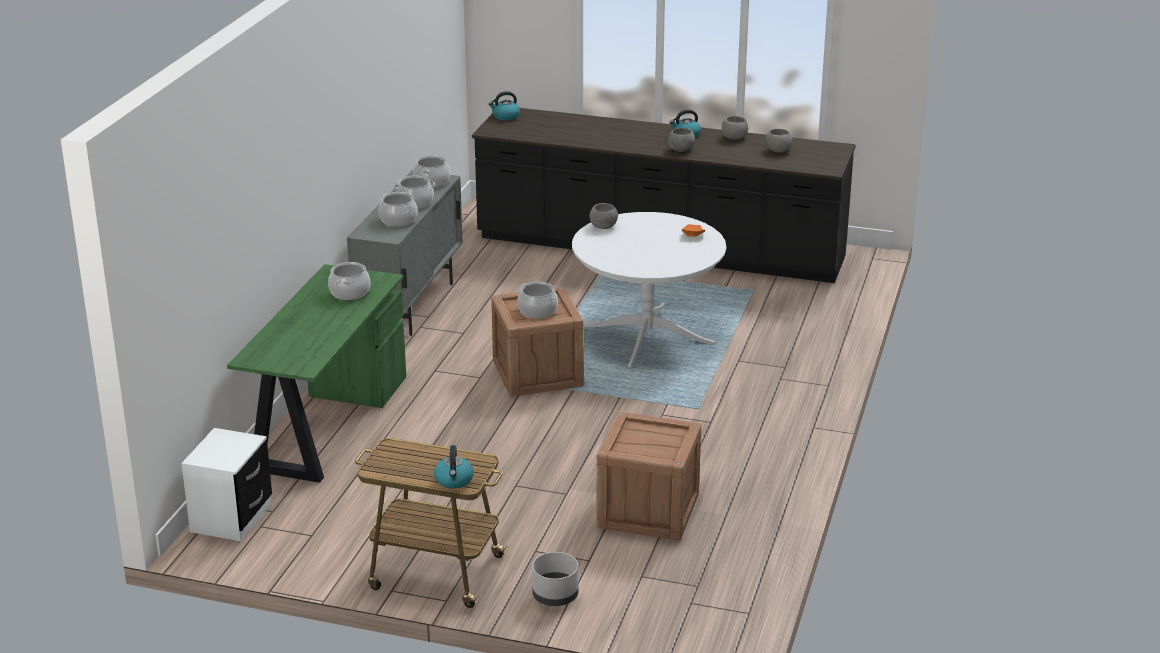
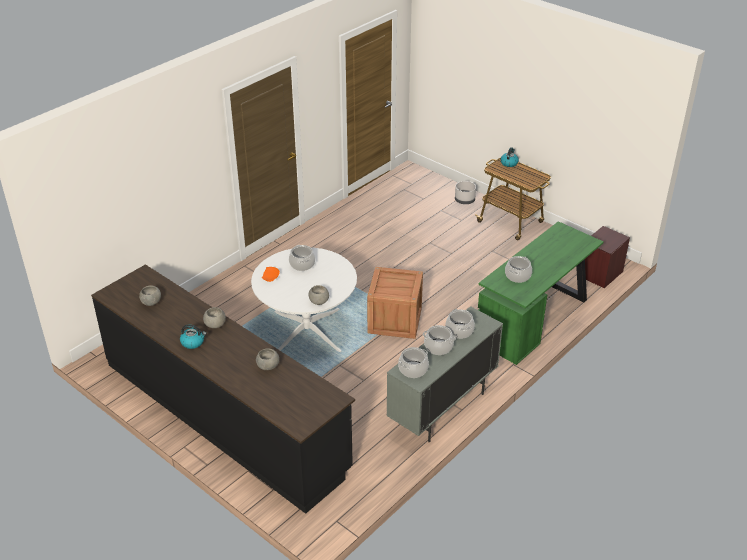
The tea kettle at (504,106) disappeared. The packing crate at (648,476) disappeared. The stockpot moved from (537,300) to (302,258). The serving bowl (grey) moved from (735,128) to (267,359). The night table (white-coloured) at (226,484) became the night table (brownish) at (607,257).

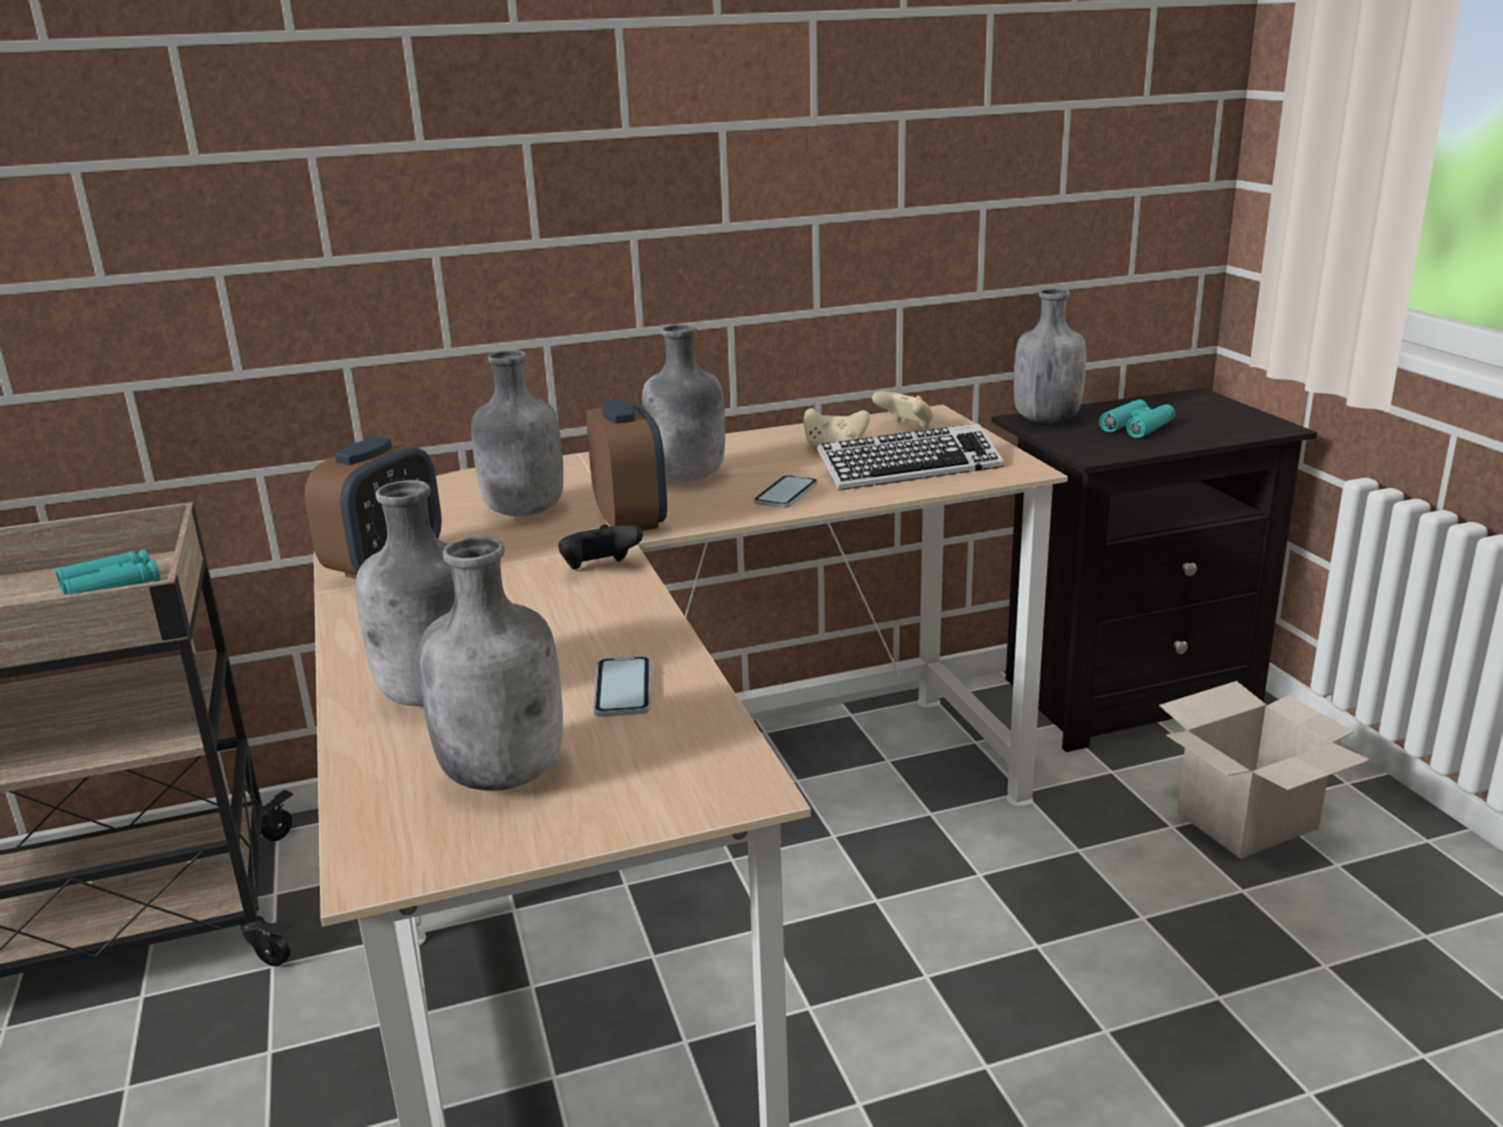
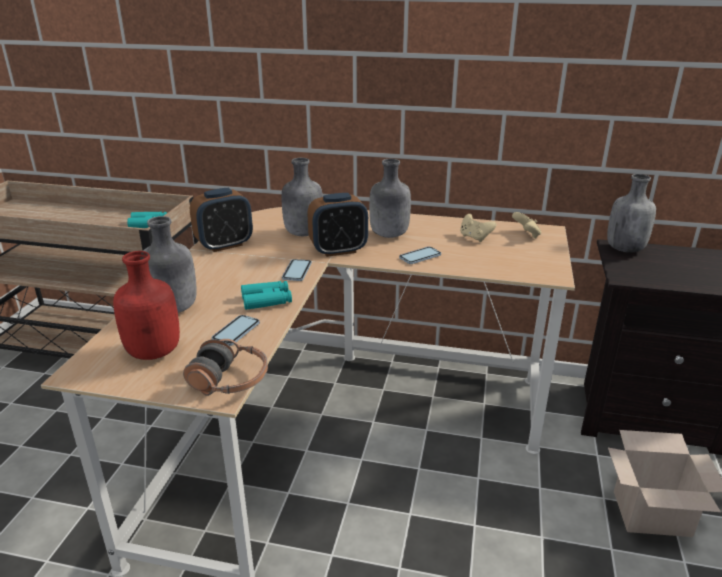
The PC keyboard at (910,457) disappeared. The headphones at (225,367) appeared. The binoculars (turquoise) moved from (1137,418) to (266,295). The joypad (black-coloured) at (600,547) was replaced by the phone at (297,270). The bottle (grey) at (490,663) became the bottle (red-coloured) at (146,305). The bedside clock at (626,465) turned 60 degrees clockwise.

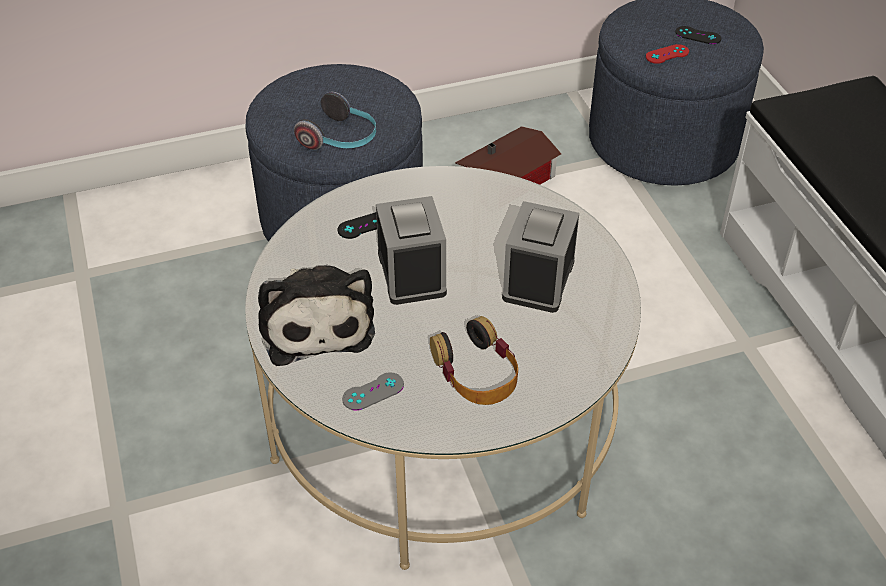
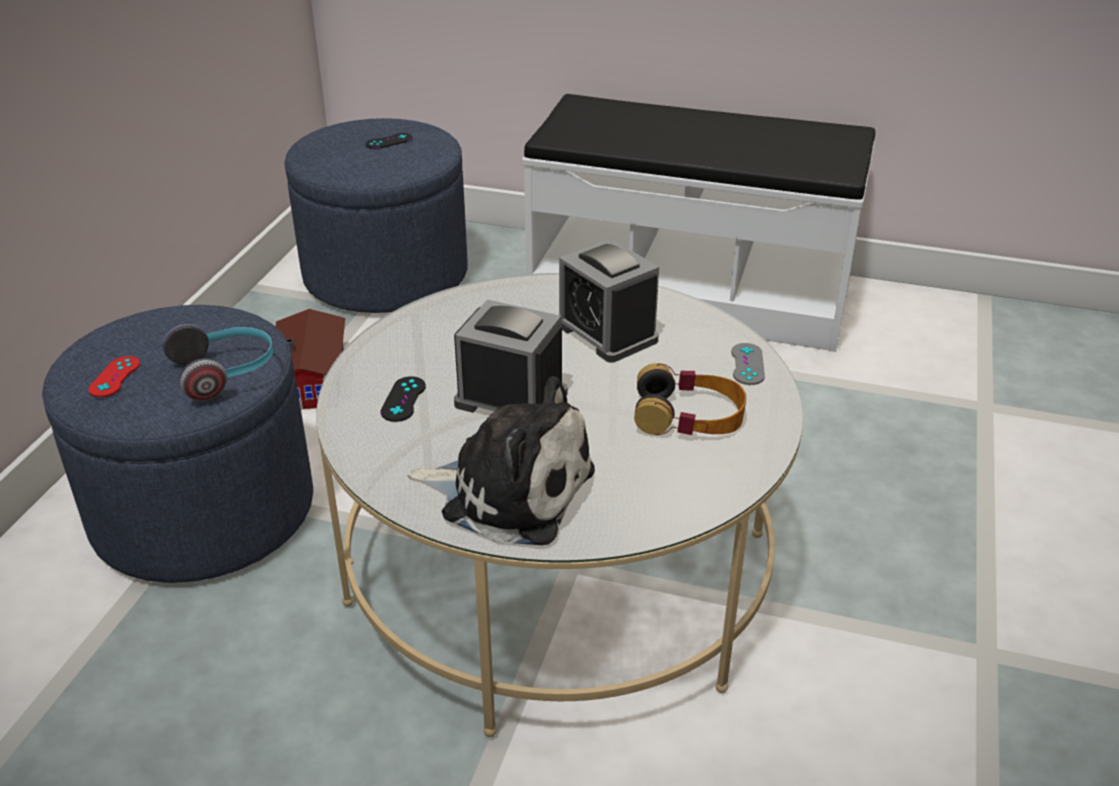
The joypad (grey) moved from (373,391) to (748,364). The joypad (red-coloured) moved from (667,54) to (114,376).

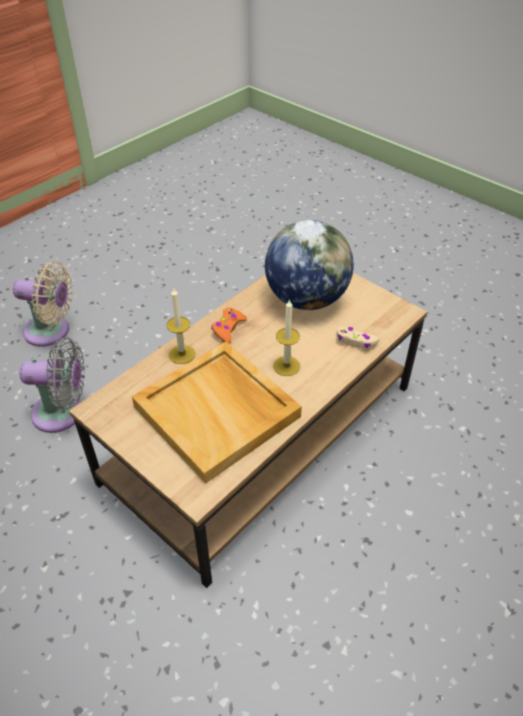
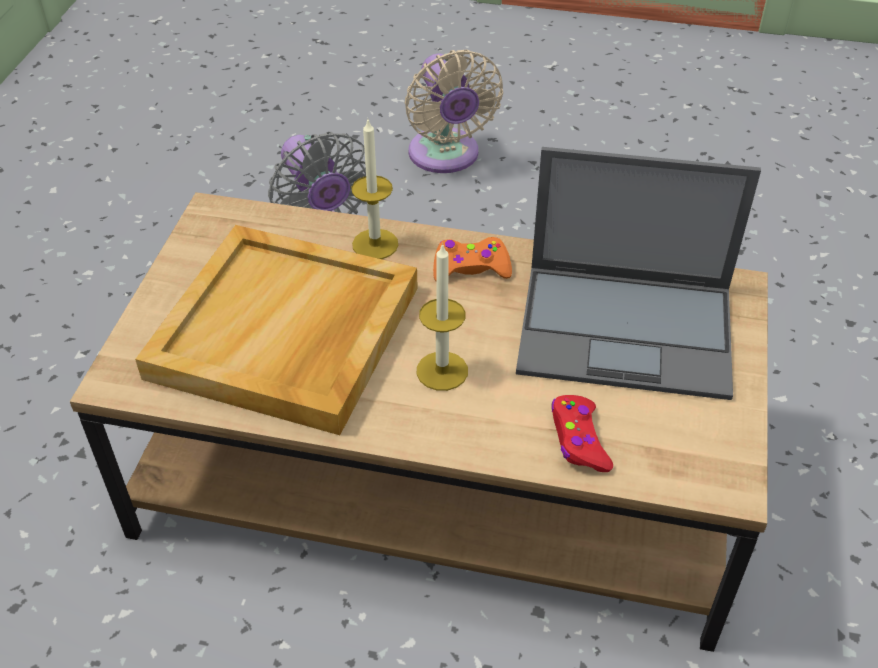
The desk globe at (309,265) was replaced by the portable computer at (638,273). The joypad (beige) at (358,337) became the joypad (red-coloured) at (582,433).

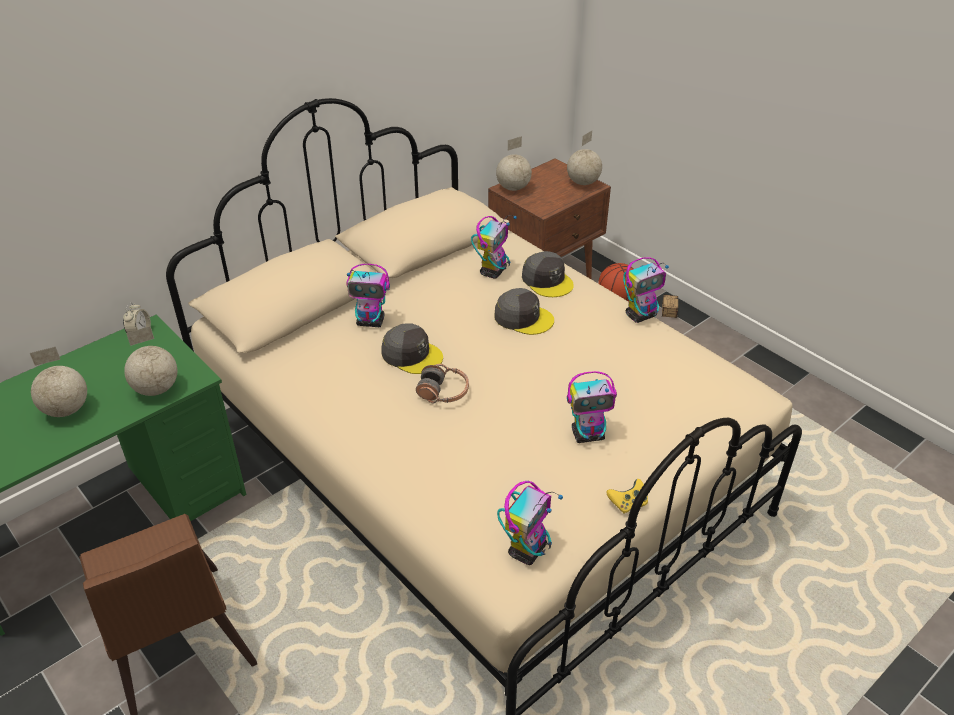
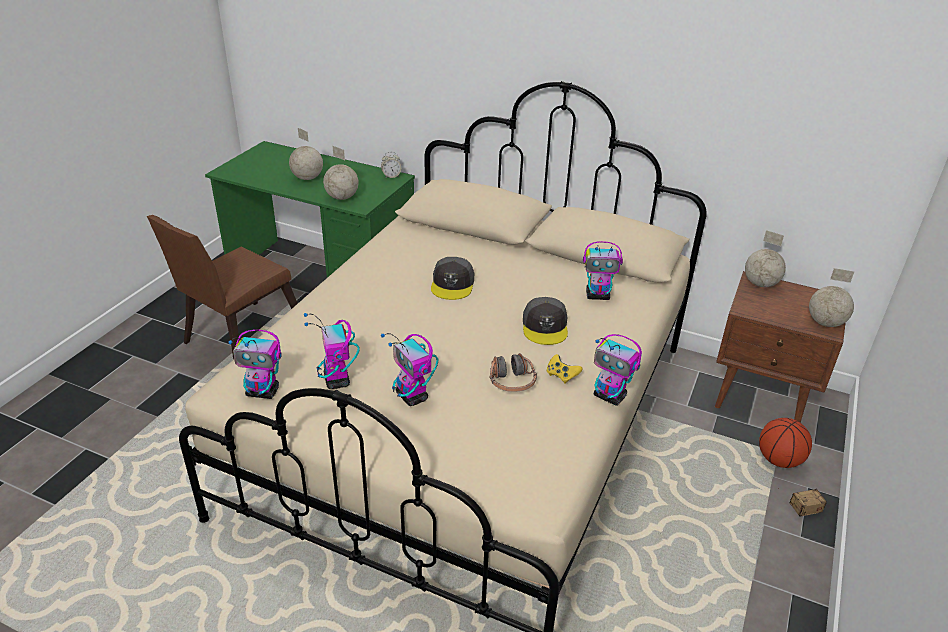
The baseball cap (grey) at (548,274) disappeared. The robot figure moved from (368,295) to (332,351). The headphones moved from (442,383) to (513,372). The joypad (yellowish) moved from (627,496) to (564,369).

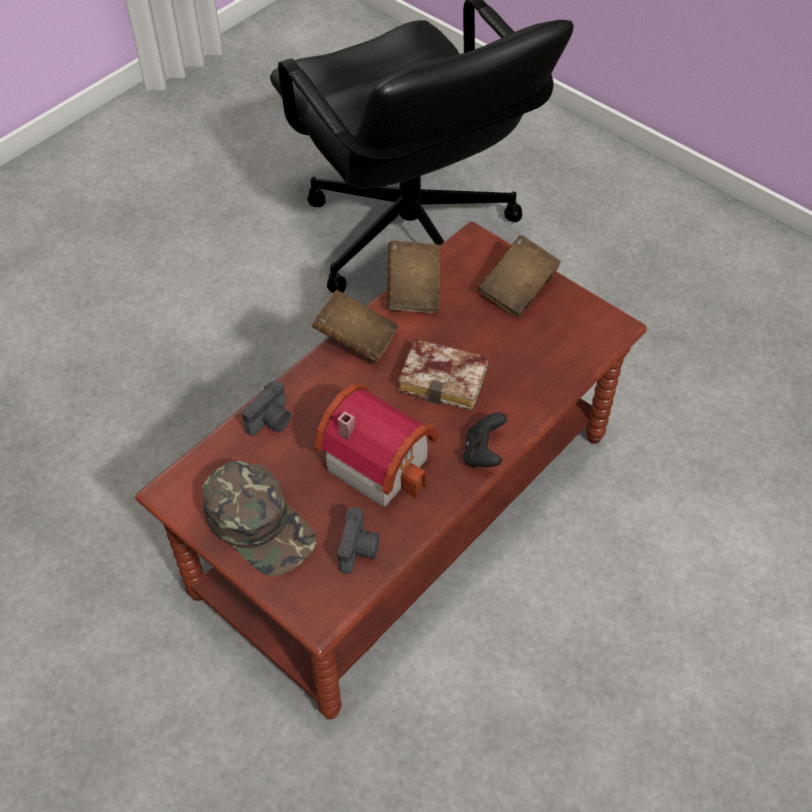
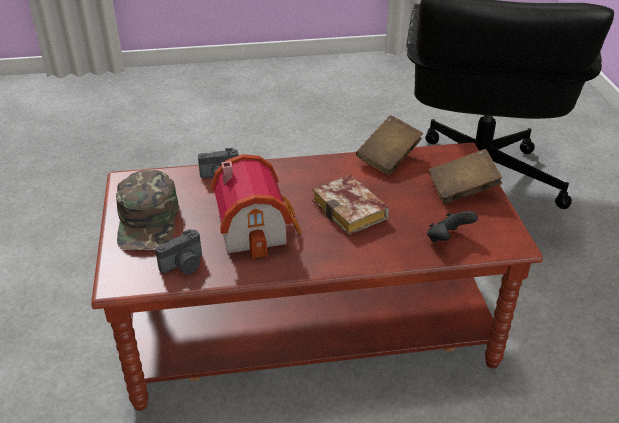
The volume (brownish) at (355,327) disappeared. The joypad (black-coloured) moved from (485,440) to (452,226).

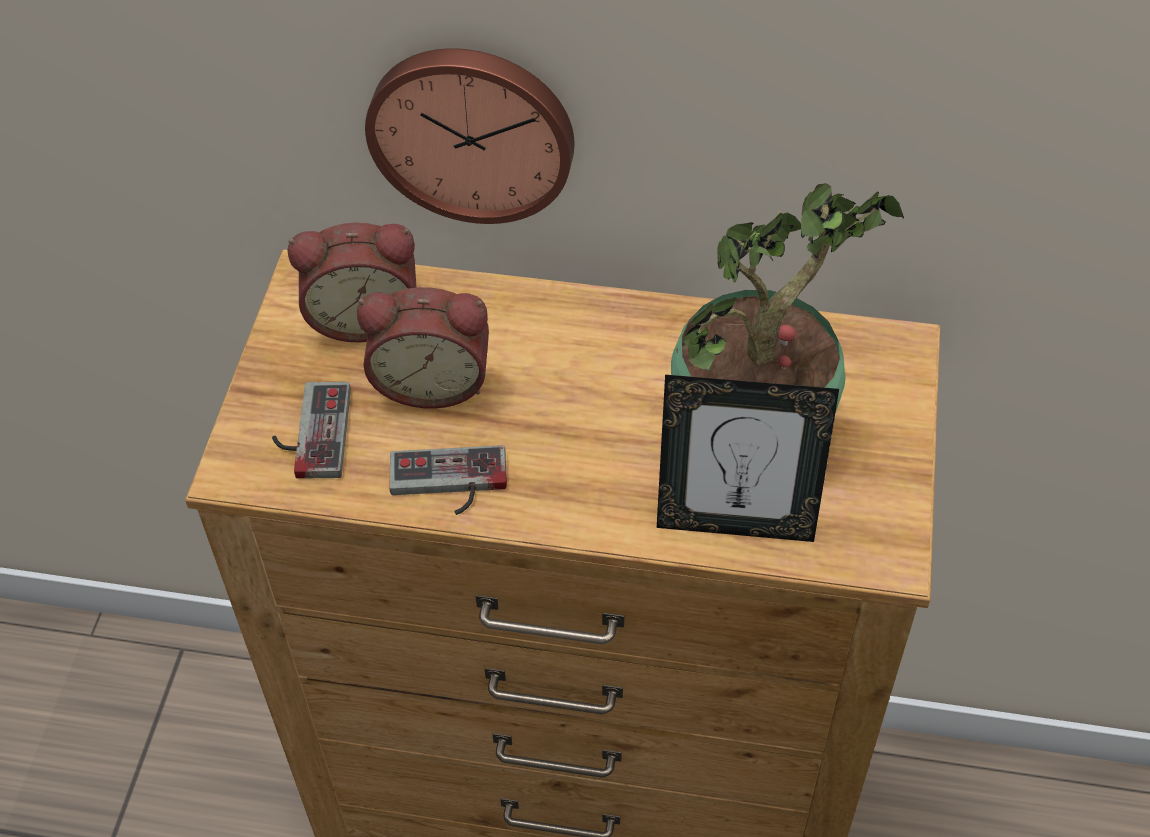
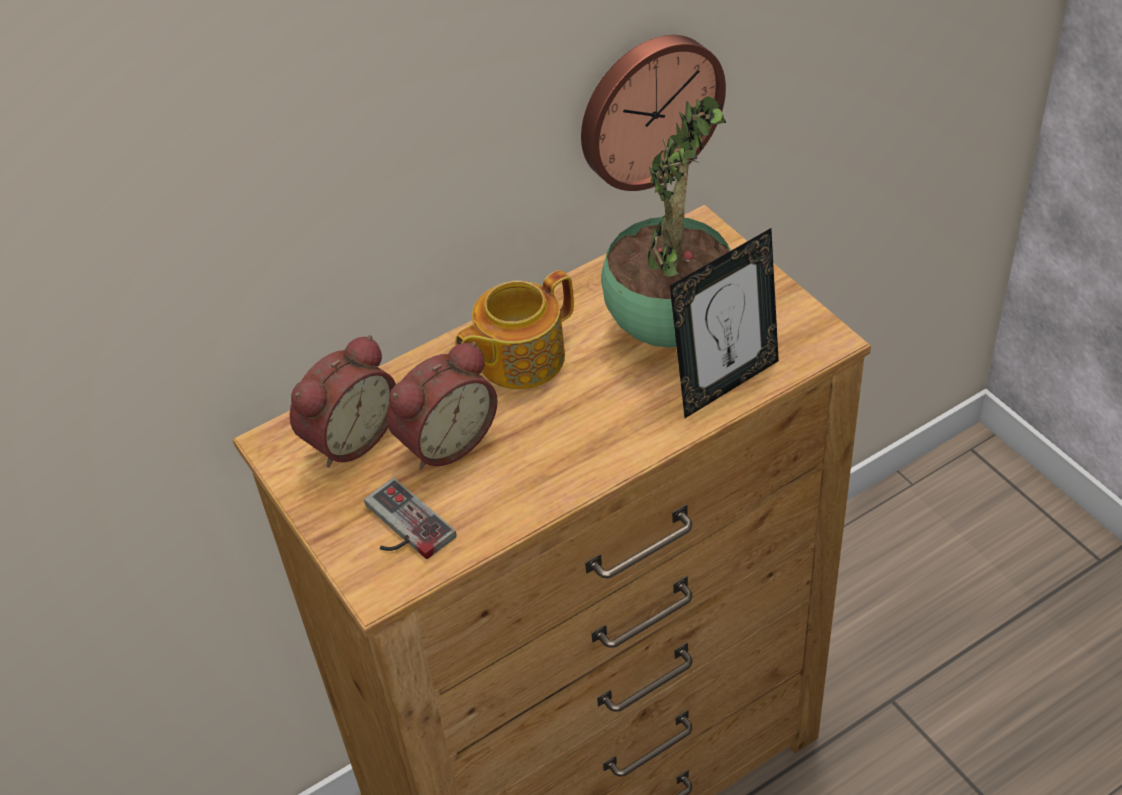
The joypad at (448,480) disappeared. The teapot at (514,329) appeared. The hanging clock moved from (469,136) to (653,113).

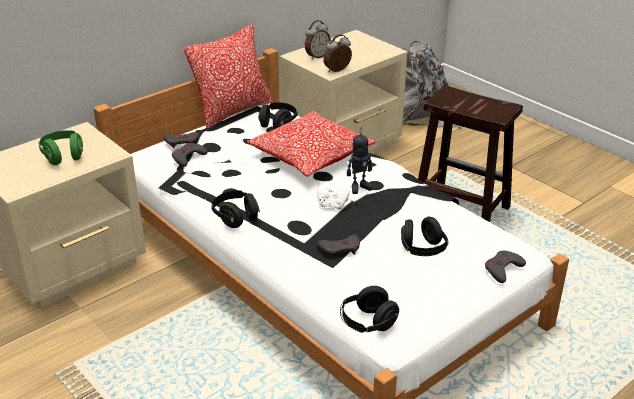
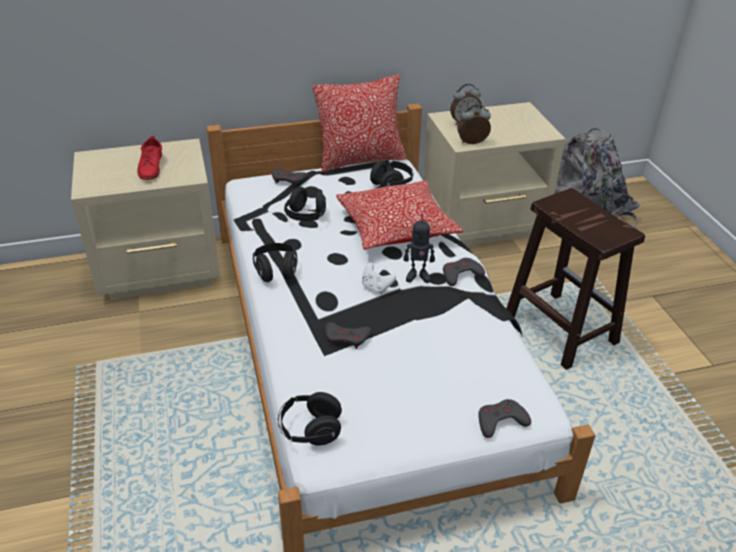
The joypad (grey) moved from (190,155) to (464,272). The headphones (black-coloured) moved from (425,236) to (305,204). The headphones (green) at (60,147) was replaced by the item of footwear (red-coloured) at (149,158).

